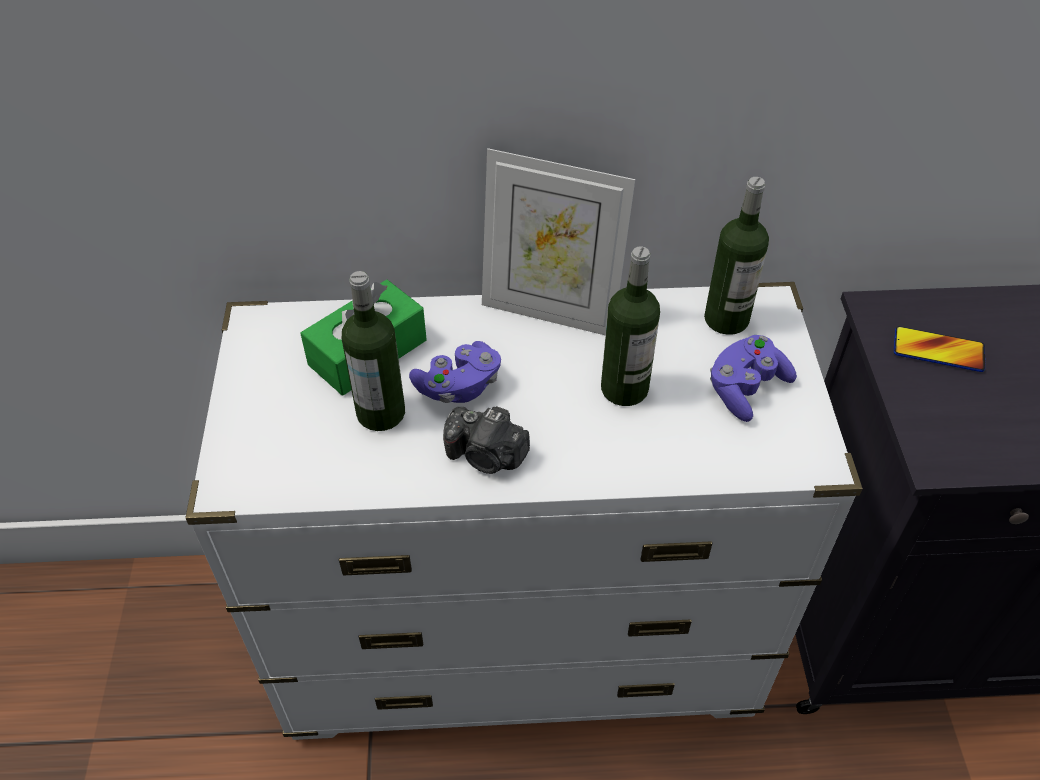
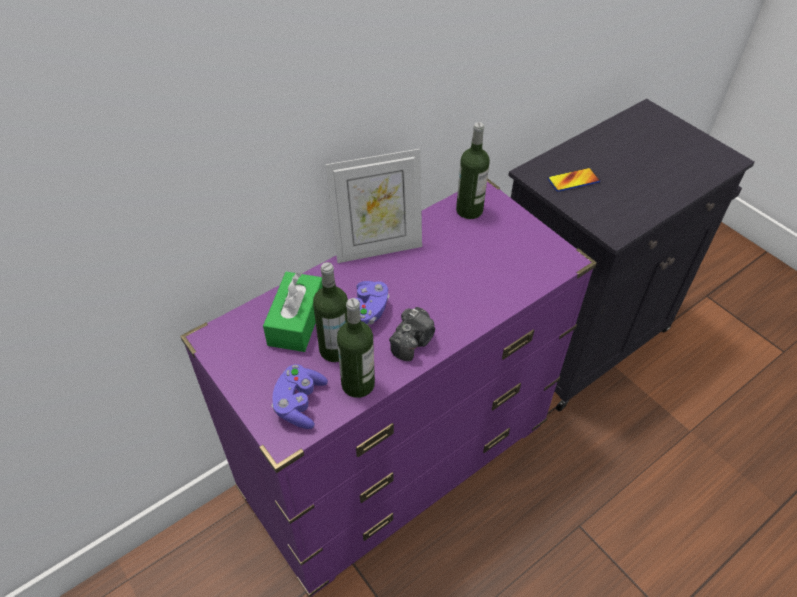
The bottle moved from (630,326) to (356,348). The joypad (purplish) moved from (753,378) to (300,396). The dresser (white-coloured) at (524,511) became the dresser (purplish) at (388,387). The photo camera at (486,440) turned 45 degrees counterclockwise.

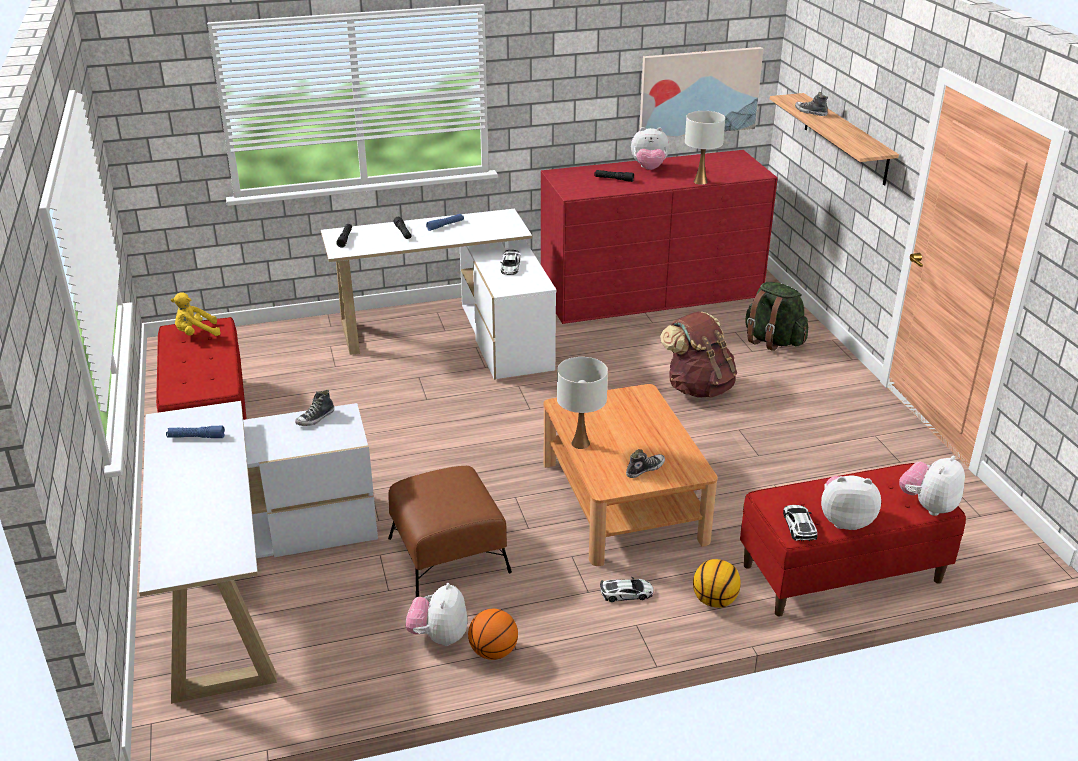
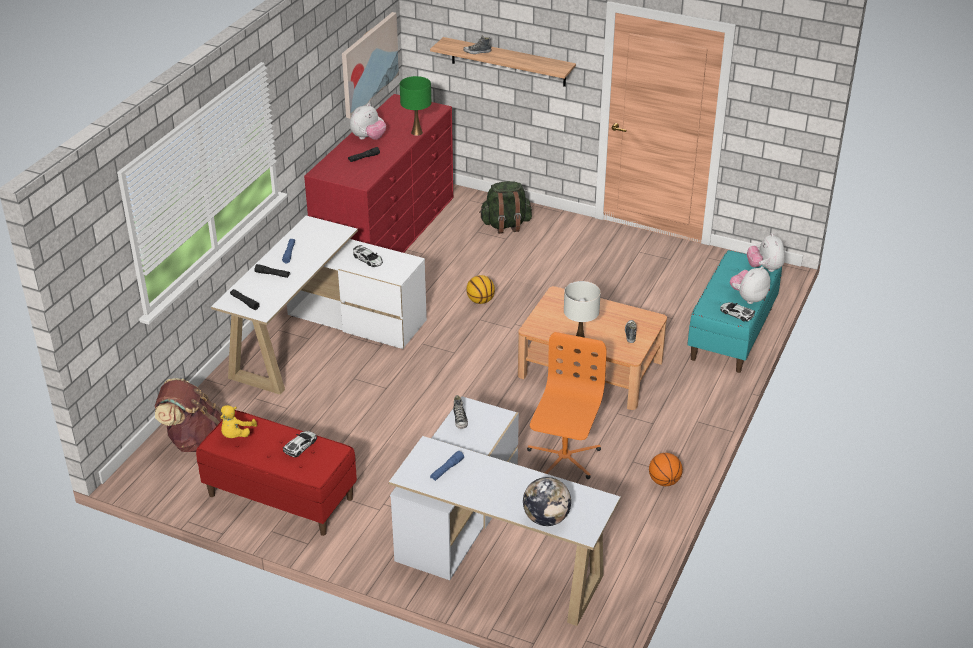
The soft toy at (436,614) disappeared. The desk globe at (547,501) appeared. The toy car moved from (627,589) to (300,444). The knapsack (brownish) moved from (698,354) to (189,415). The basketball moved from (717,583) to (480,289). The footrest (brownish) at (450,531) was replaced by the desk chair (orangey) at (567,405). The tabletop lamp (white-coloured) at (705,148) became the tabletop lamp (green) at (415,106). The indoor bench (red-coloured) at (853,540) became the indoor bench (turquoise) at (734,311).

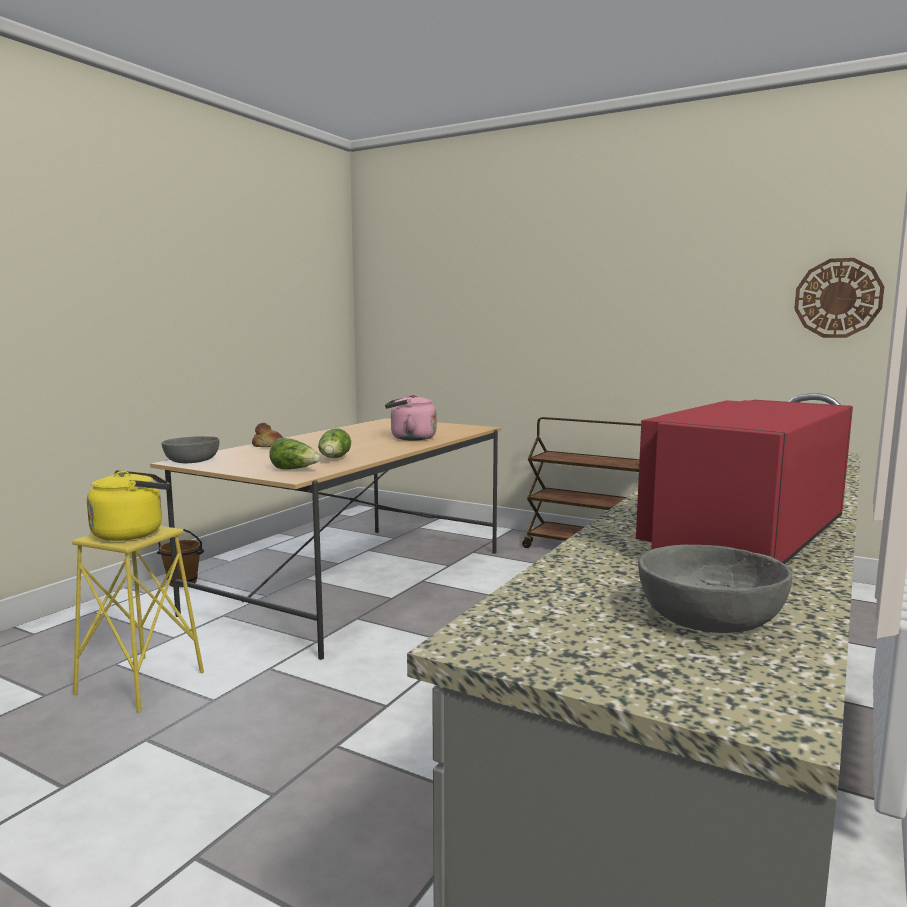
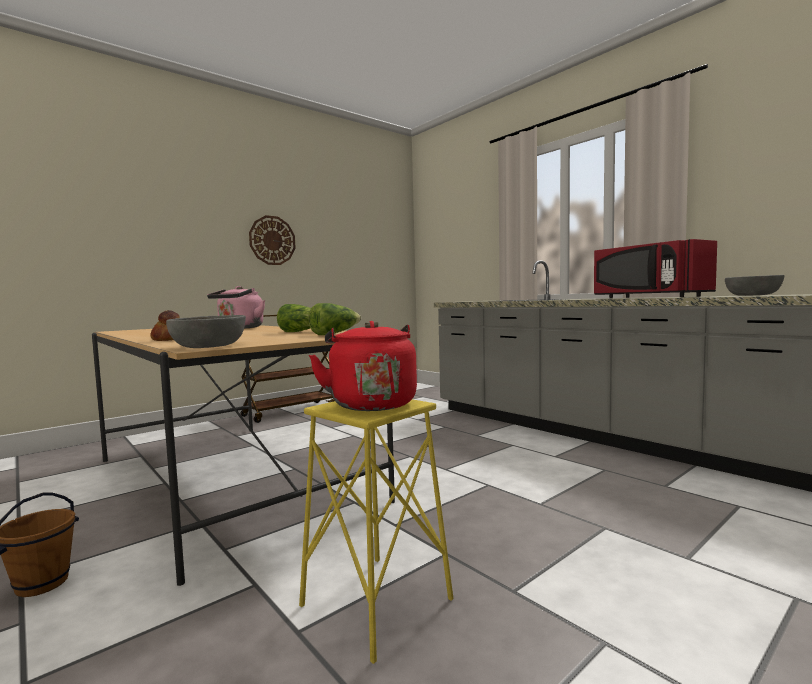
The hanging clock moved from (839,298) to (272,240). The tea kettle (yellowish) at (128,505) became the tea kettle (red-coloured) at (363,366).

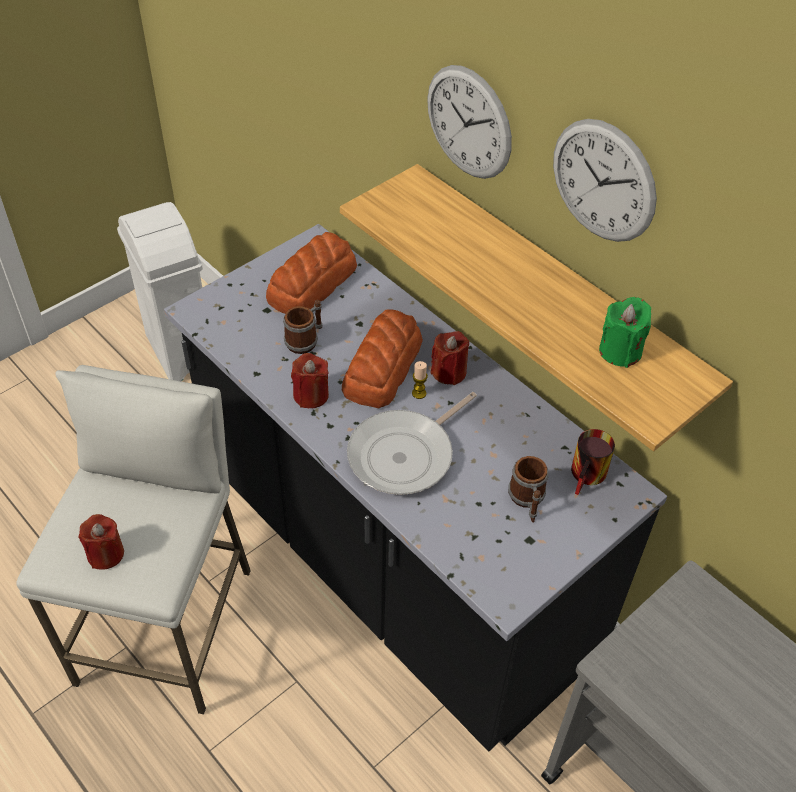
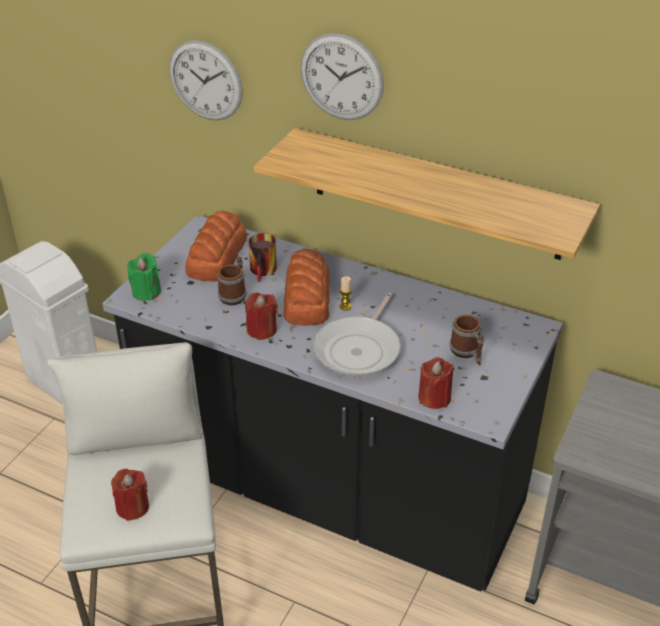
The candle (red-coloured) moved from (450,358) to (436,383). The hanging clock moved from (605,180) to (206,80). The tea mug moved from (593,462) to (263,257). The candle (green) moved from (625,332) to (144,277).

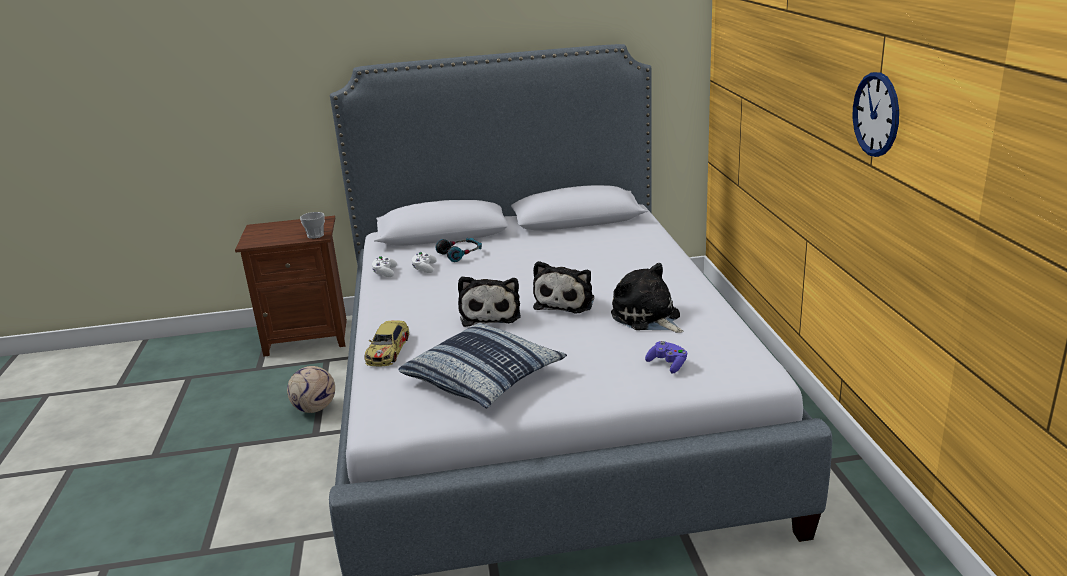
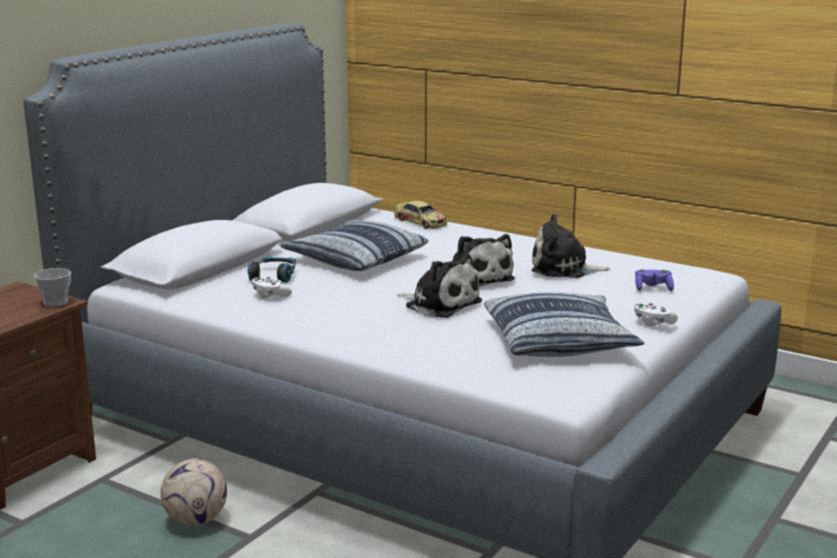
The hanging clock at (876,114) disappeared. The throw pillow at (354,246) appeared. The toy car moved from (387,343) to (421,215). The joypad (white-coloured) moved from (384,266) to (656,314).

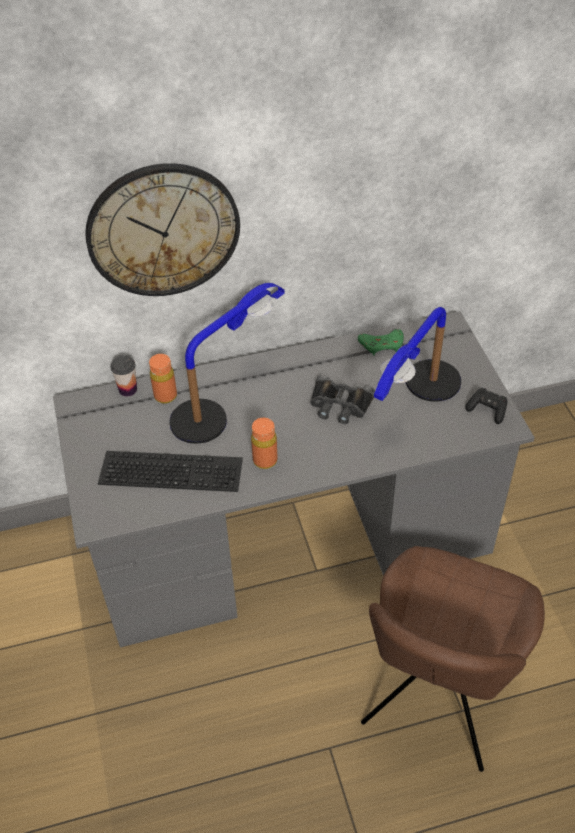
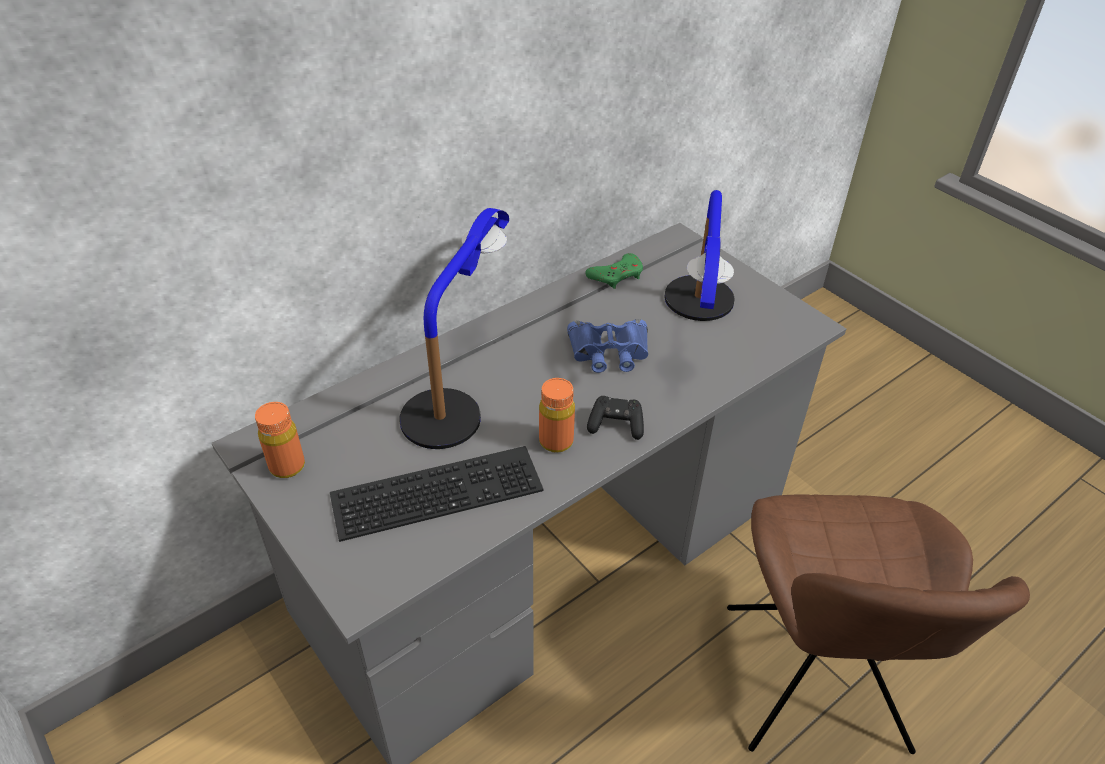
The hanging clock at (162,229) disappeared. The cup at (123,375) disappeared. The bottle (orangey) moved from (163,379) to (280,440). The joypad (black-coloured) moved from (486,406) to (615,418). The binoculars (black-coloured) at (342,399) became the binoculars (bluish) at (607,346).

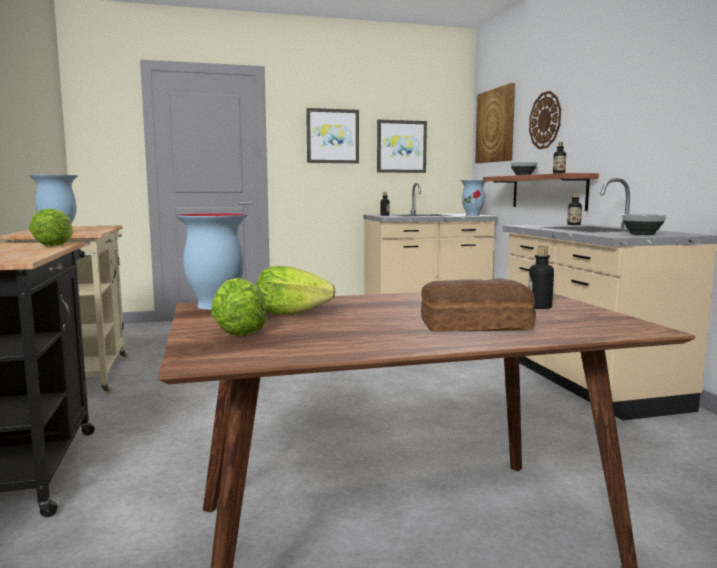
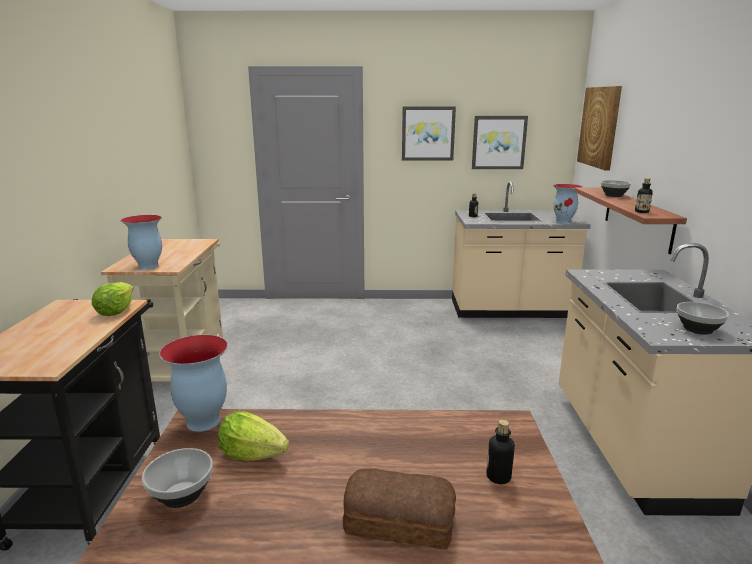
The hanging clock at (545,120) disappeared. The bottle at (574,209) disappeared. The lettuce head at (239,307) was replaced by the serving bowl at (177,478).

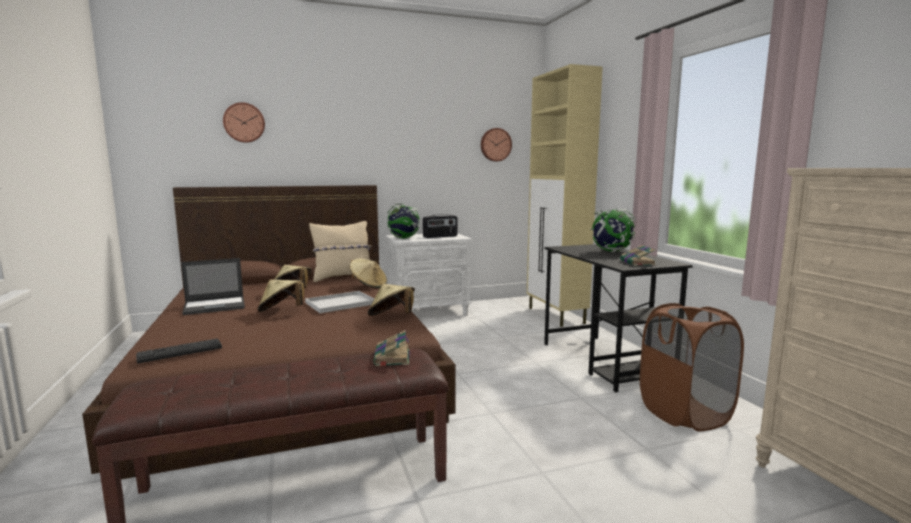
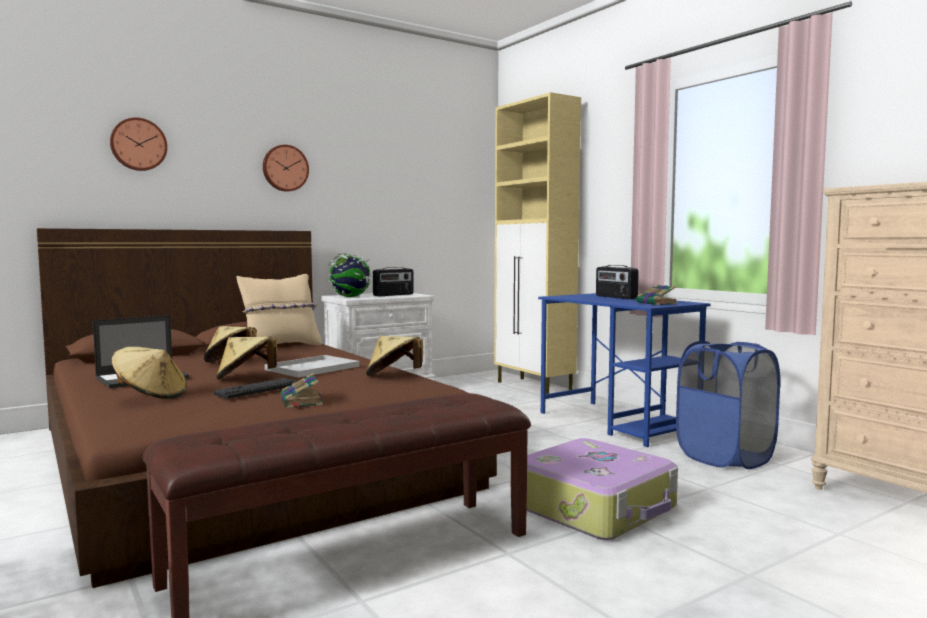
The piece of luggage at (602,489) appeared. The PC keyboard moved from (179,351) to (255,388). The wearable hat (beige) moved from (368,273) to (149,373). The volume moved from (391,348) to (302,390). The hanging clock moved from (496,144) to (286,168). The desk globe at (613,230) was replaced by the radio receiver at (617,282). The desk unit (black-coloured) at (618,318) became the desk unit (bluish) at (624,370). The hamper (brownish) at (692,367) became the hamper (bluish) at (728,405).

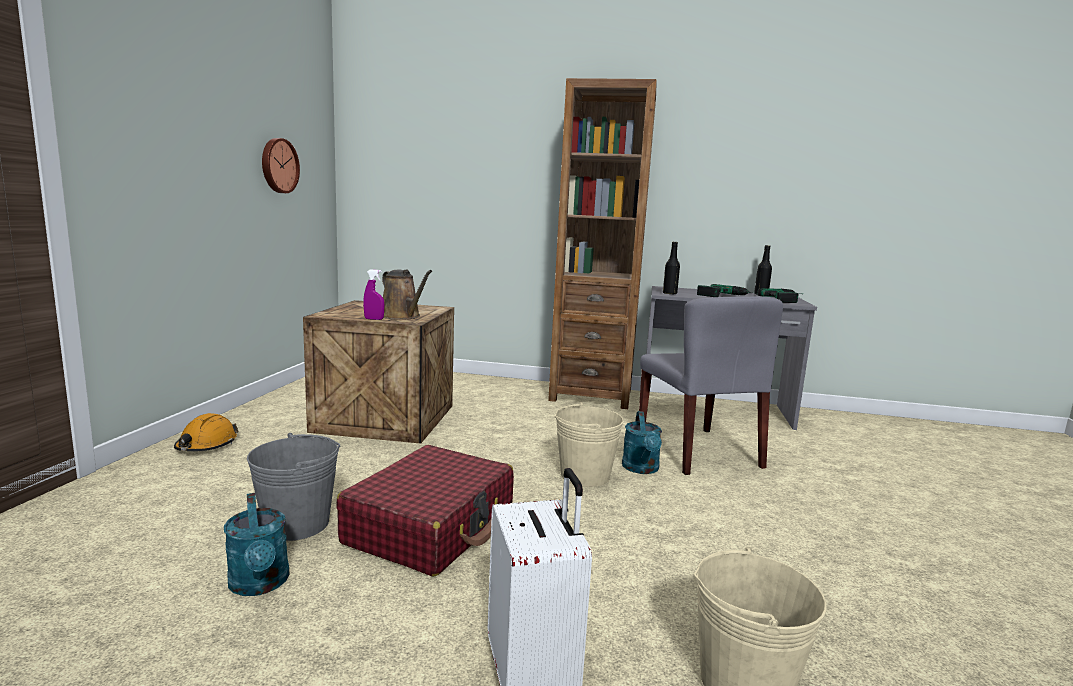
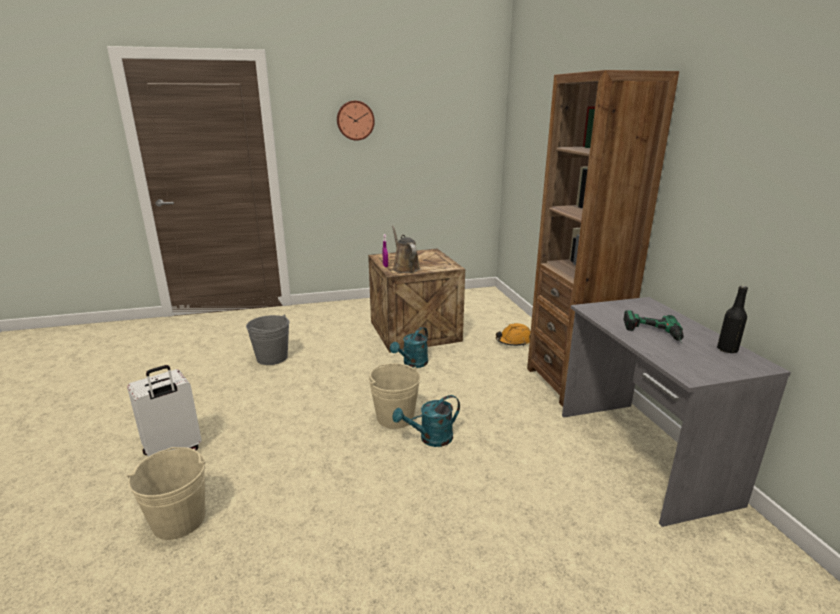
The piece of luggage (red-coloured) at (425,511) disappeared. The upright chair (grey) at (711,386) disappeared. The bottle (black-coloured) at (671,268) disappeared. The drill at (779,295) disappeared. The work helmet (orangey) moved from (206,432) to (513,334). The sprinkling can (turquoise) moved from (257,544) to (409,347). The hanging clock moved from (281,165) to (356,121). The sprinkling can (brownish) at (407,294) turned 135 degrees clockwise.

